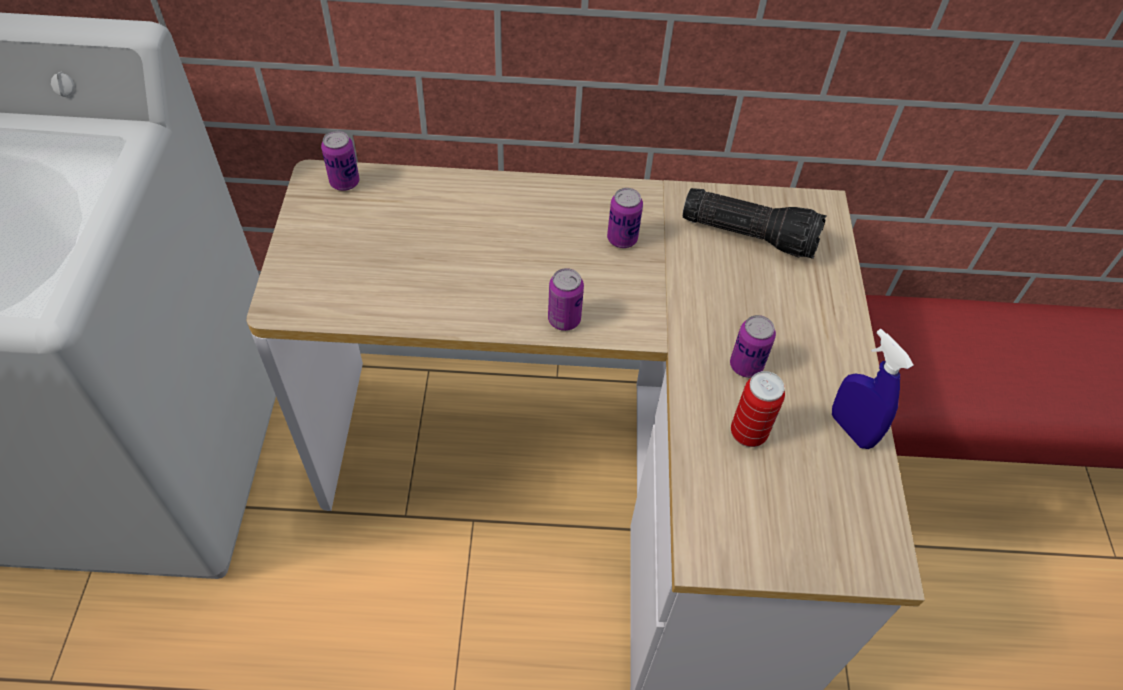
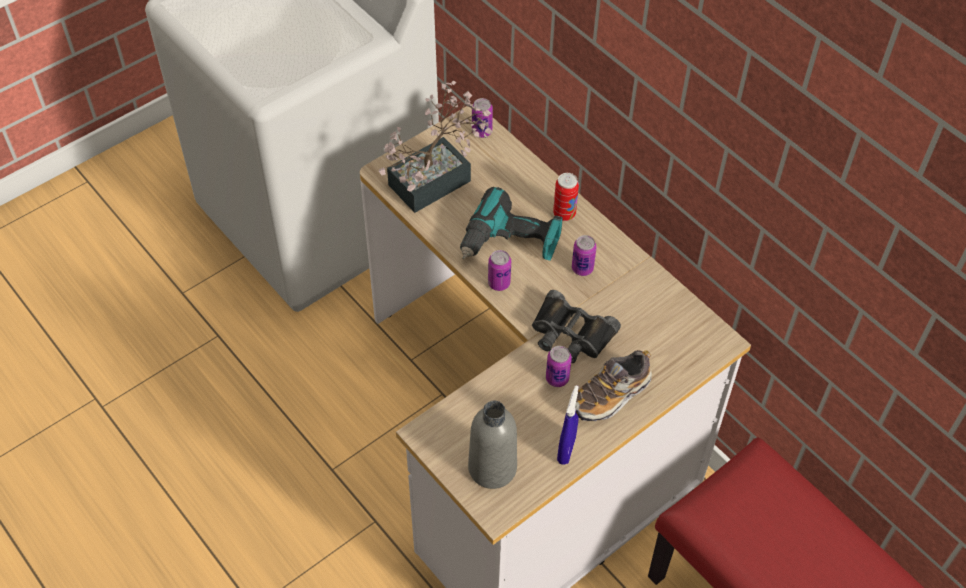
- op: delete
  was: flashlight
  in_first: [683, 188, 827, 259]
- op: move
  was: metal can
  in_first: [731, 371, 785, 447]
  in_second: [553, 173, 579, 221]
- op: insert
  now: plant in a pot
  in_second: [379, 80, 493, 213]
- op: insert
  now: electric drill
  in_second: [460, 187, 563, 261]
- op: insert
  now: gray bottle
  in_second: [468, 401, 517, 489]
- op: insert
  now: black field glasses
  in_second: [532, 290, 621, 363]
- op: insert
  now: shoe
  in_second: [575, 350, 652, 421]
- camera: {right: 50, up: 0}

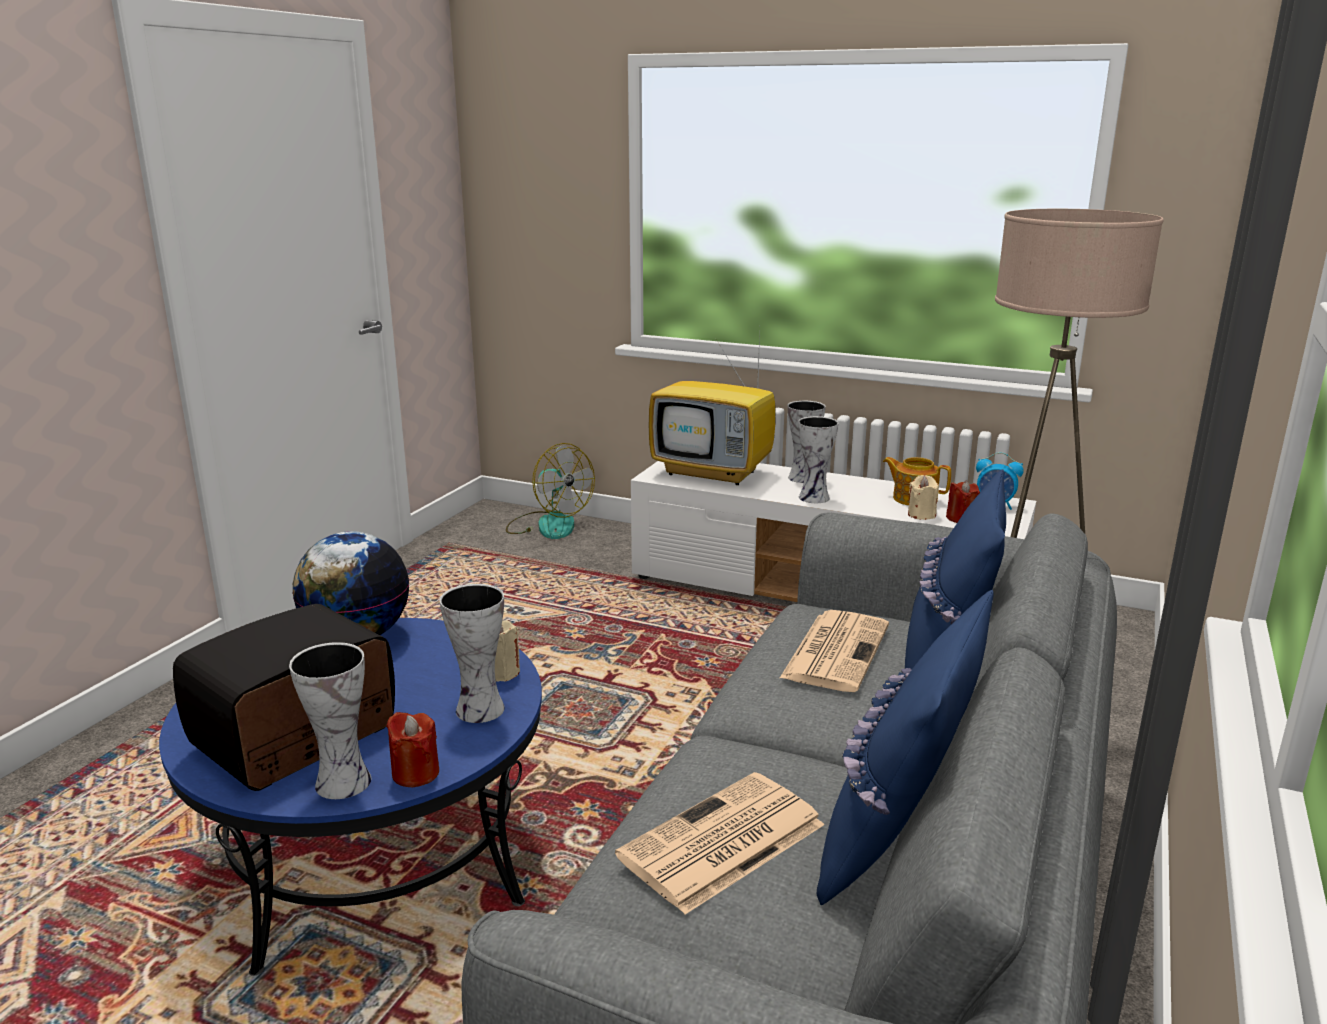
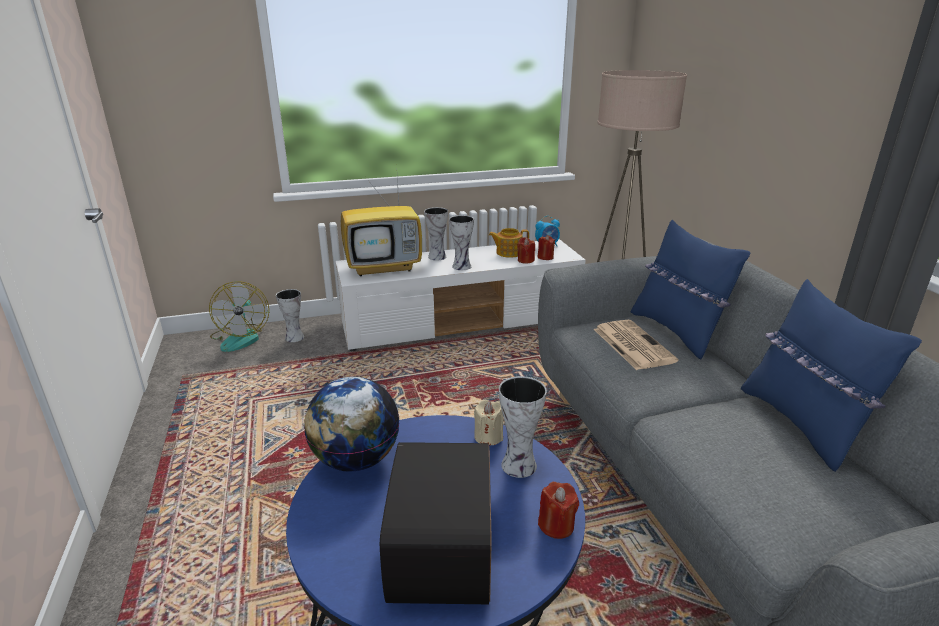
- op: move
  was: flower vase
  in_first: [289, 642, 371, 799]
  in_second: [276, 289, 304, 342]
- op: rotate
  was: electric fan
  in_first: [506, 443, 595, 539]
  in_second: [209, 281, 269, 352]
  clockwise: 75
- op: delete
  was: printed paper
  in_first: [615, 772, 825, 914]
- op: recolor
  was: beige-coloured wax candle
  now: red wax candle
  in_first: [908, 475, 939, 520]
  in_second: [517, 237, 535, 264]
- camera: {right: -40, up: 5}

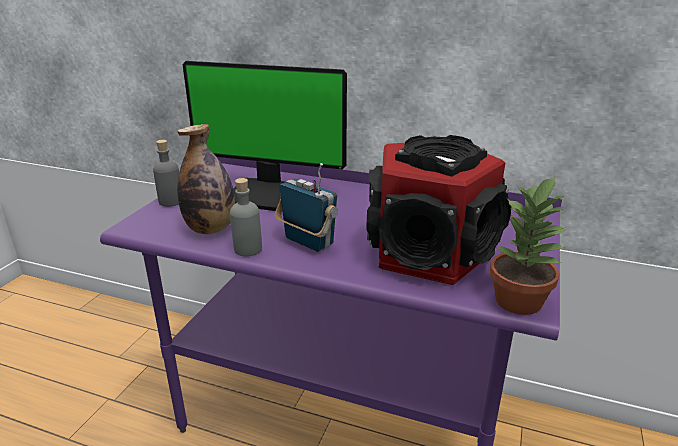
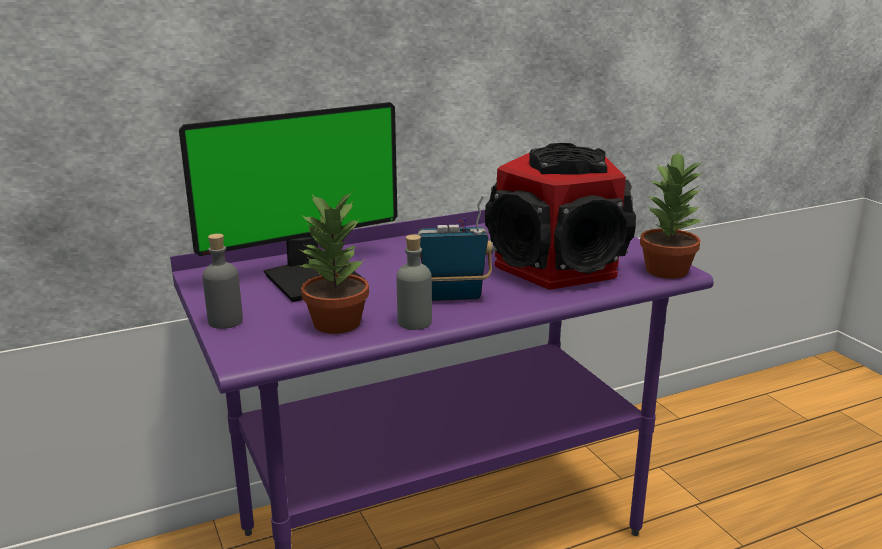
- op: replace
  was: bottle
  now: plant in a pot
  in_first: [177, 124, 235, 234]
  in_second: [298, 192, 369, 334]
- camera: {right: -45, up: -5}

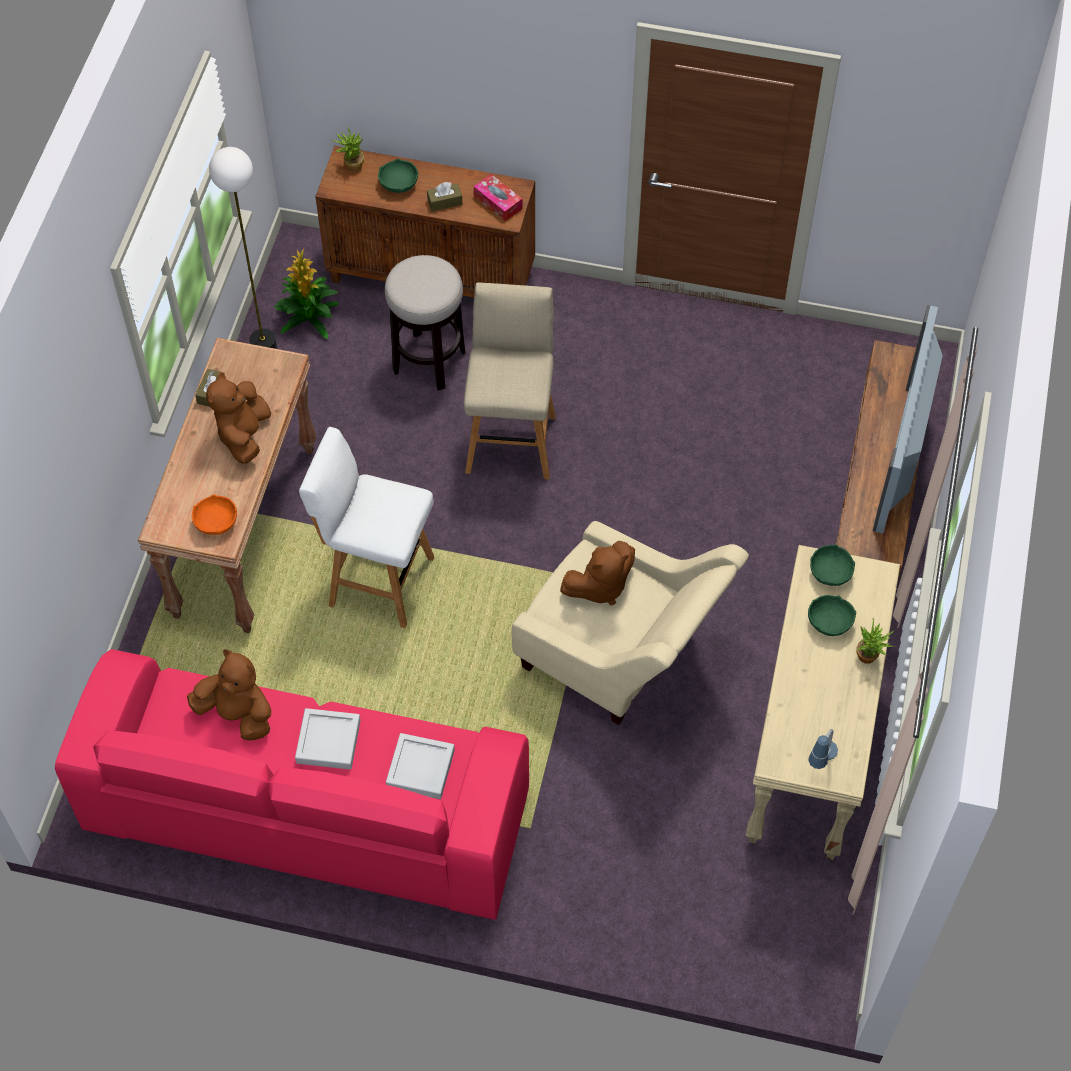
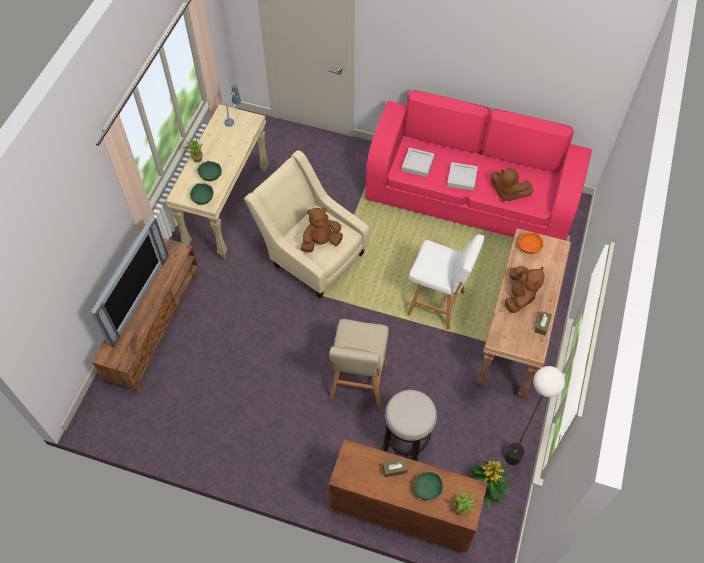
- op: delete
  was: tissue box
  in_first: [474, 174, 522, 222]
- camera: {right: -175, up: 0}

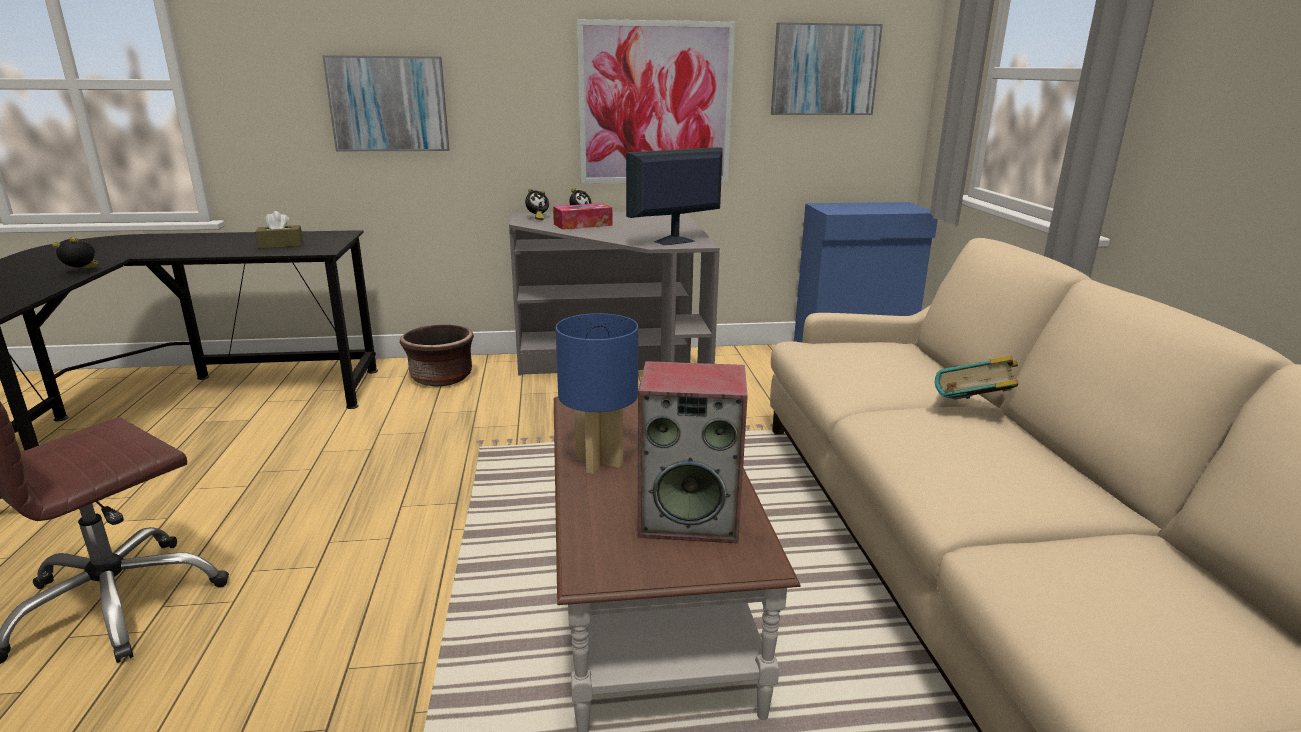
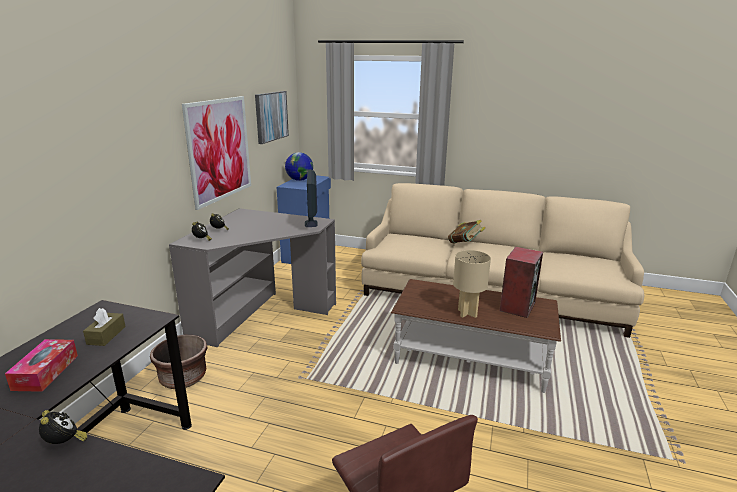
- op: rotate
  was: alarm clock
  in_first: [52, 237, 99, 268]
  in_second: [39, 410, 87, 444]
  clockwise: 135
- op: delete
  was: wall art
  in_first: [322, 55, 449, 151]
- op: move
  was: tissue box
  in_first: [553, 203, 613, 230]
  in_second: [5, 339, 78, 392]
- op: recolor
  was: bluish lamp for a table
  now: beige-coloured lamp for a table
  in_first: [555, 313, 638, 474]
  in_second: [453, 250, 491, 318]
- op: insert
  now: world globe
  in_second: [285, 152, 313, 181]
- camera: {right: -65, up: 0}

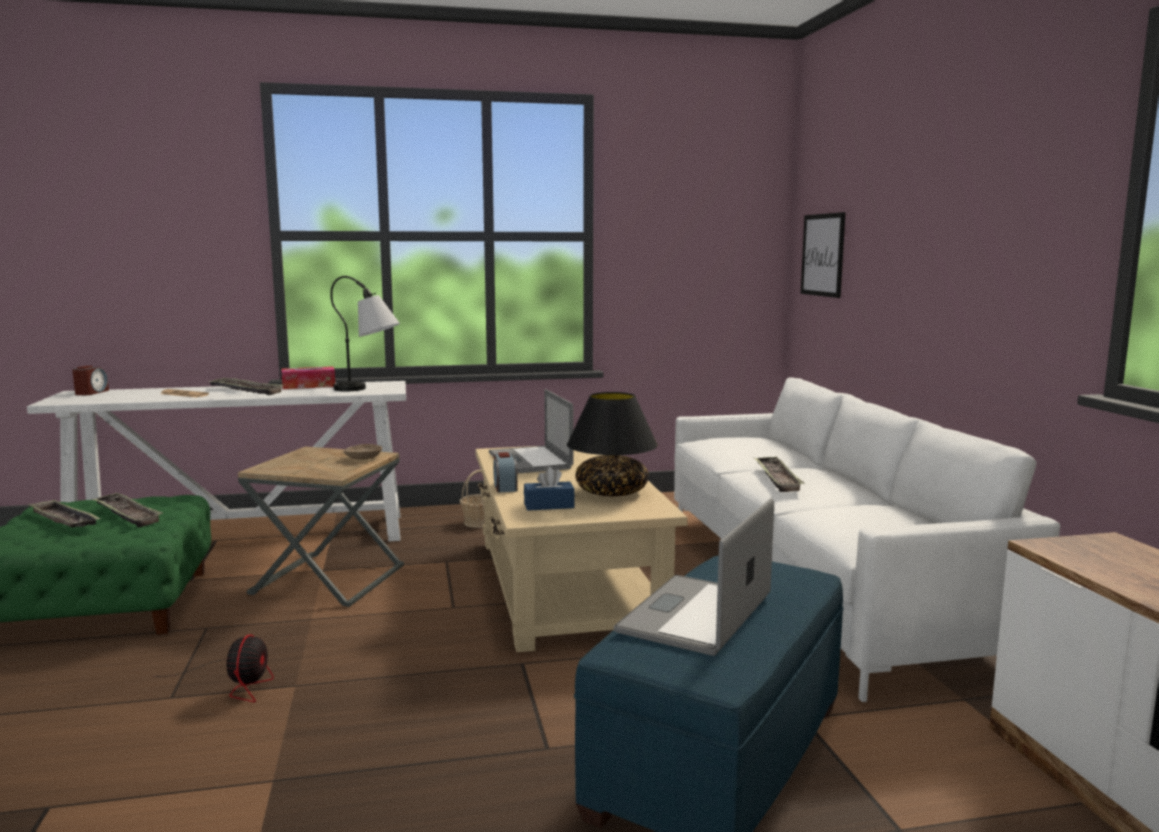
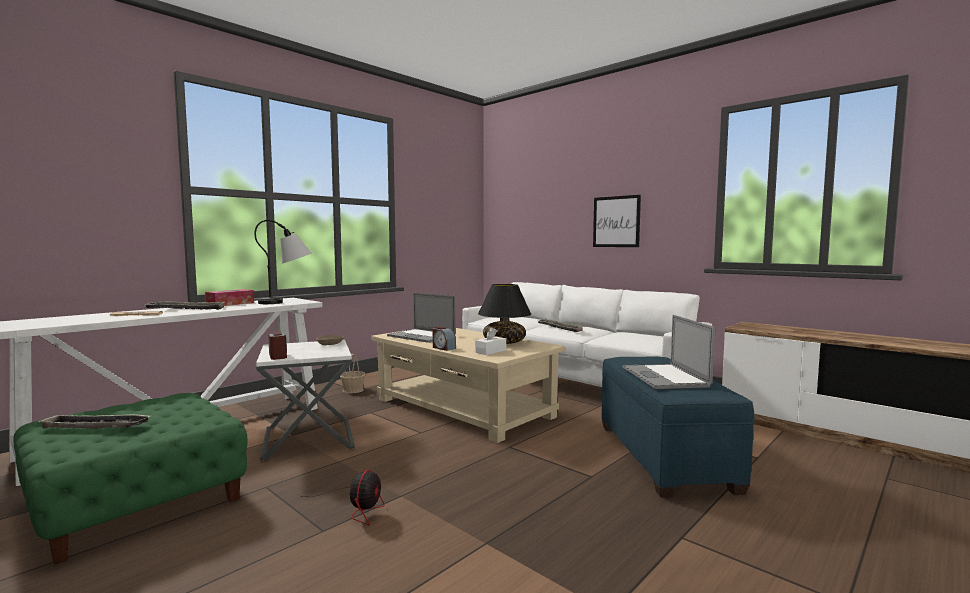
- op: move
  was: alarm clock
  in_first: [72, 366, 109, 395]
  in_second: [269, 332, 287, 360]
- op: delete
  was: carrying tray
  in_first: [92, 493, 163, 527]
- op: rotate
  was: electric fan
  in_first: [153, 634, 274, 703]
  in_second: [303, 470, 385, 525]
  clockwise: 45
- op: recolor
  was: brown end table
  now: white end table
  in_first: [238, 447, 404, 607]
  in_second: [256, 340, 355, 461]
- op: recolor
  was: bluish tissue box
  now: white tissue box
  in_first: [524, 467, 575, 511]
  in_second: [475, 327, 506, 355]
- op: move
  was: wall art
  in_first: [801, 212, 846, 298]
  in_second: [593, 195, 641, 247]
- camera: {right: -35, up: -5}

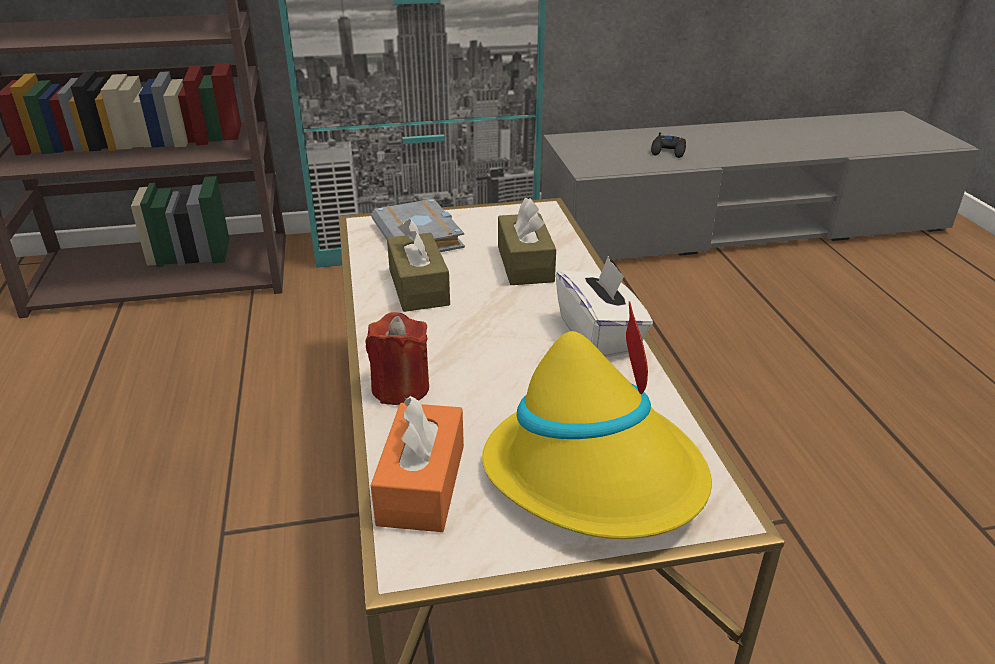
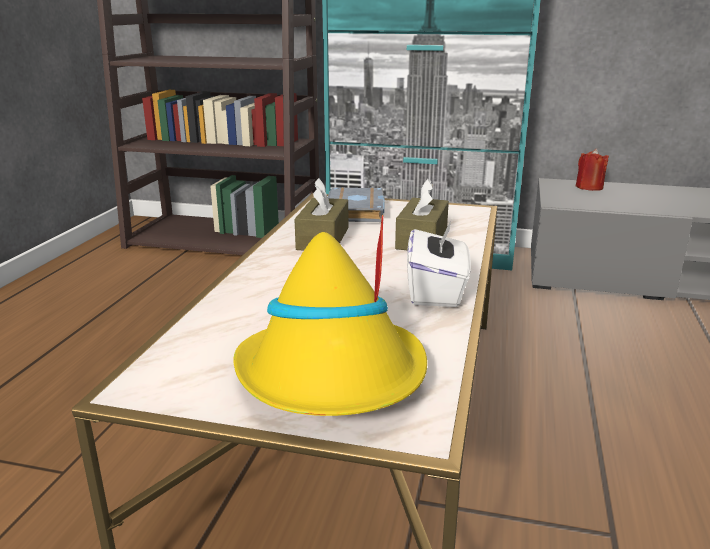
- op: move
  was: red wax candle
  in_first: [365, 312, 429, 405]
  in_second: [576, 149, 609, 191]
- op: delete
  was: orangey tissue box
  in_first: [371, 396, 464, 532]
- op: delete
  was: black gamepad
  in_first: [651, 132, 686, 158]
- camera: {right: 25, up: -10}

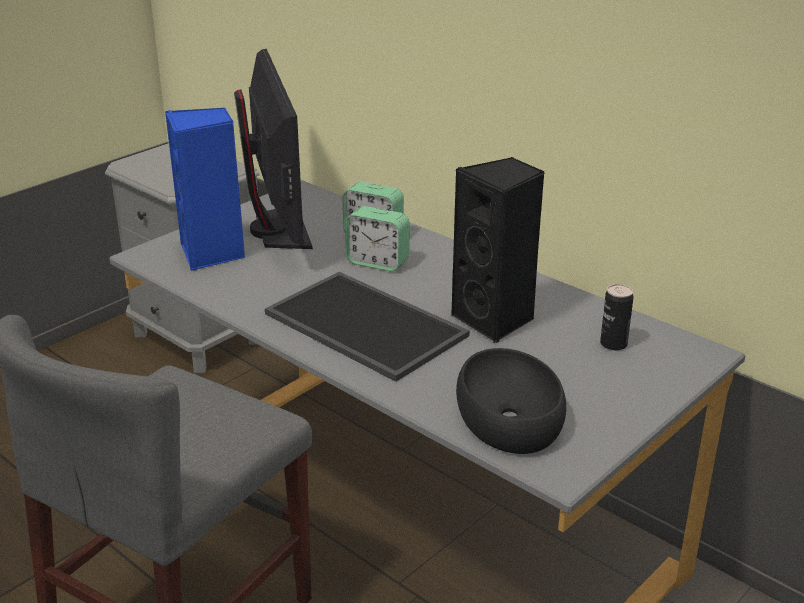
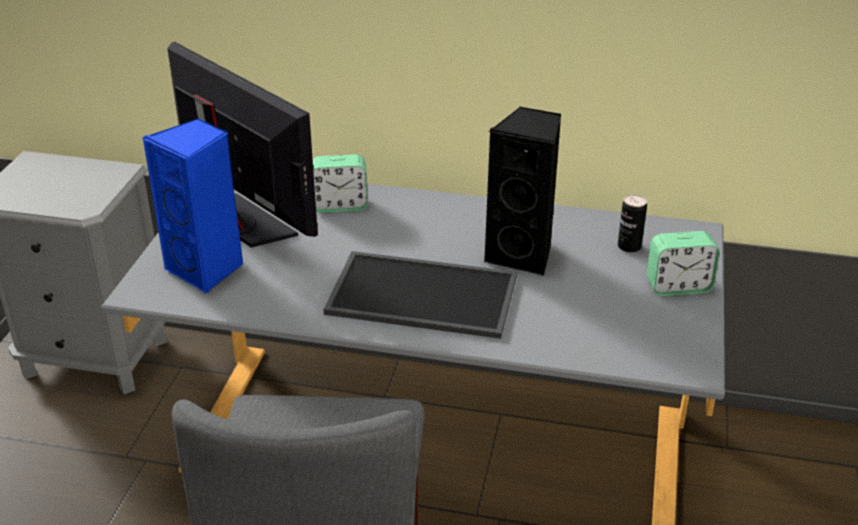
- op: move
  was: alarm clock
  in_first: [346, 206, 410, 271]
  in_second: [647, 231, 720, 296]
- op: delete
  was: black bowl
  in_first: [456, 348, 566, 454]
- camera: {right: -30, up: 5}

